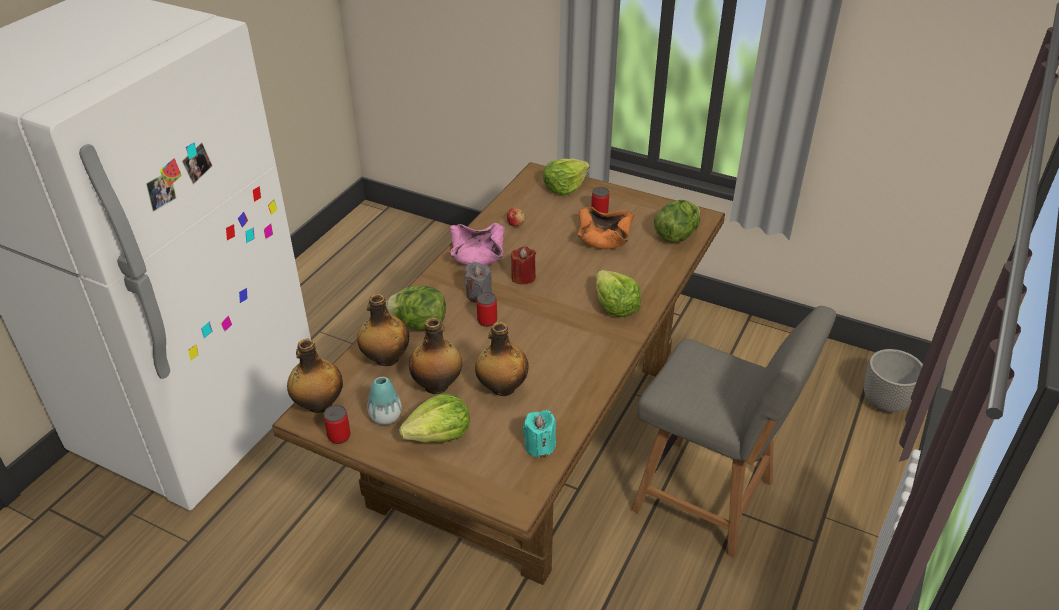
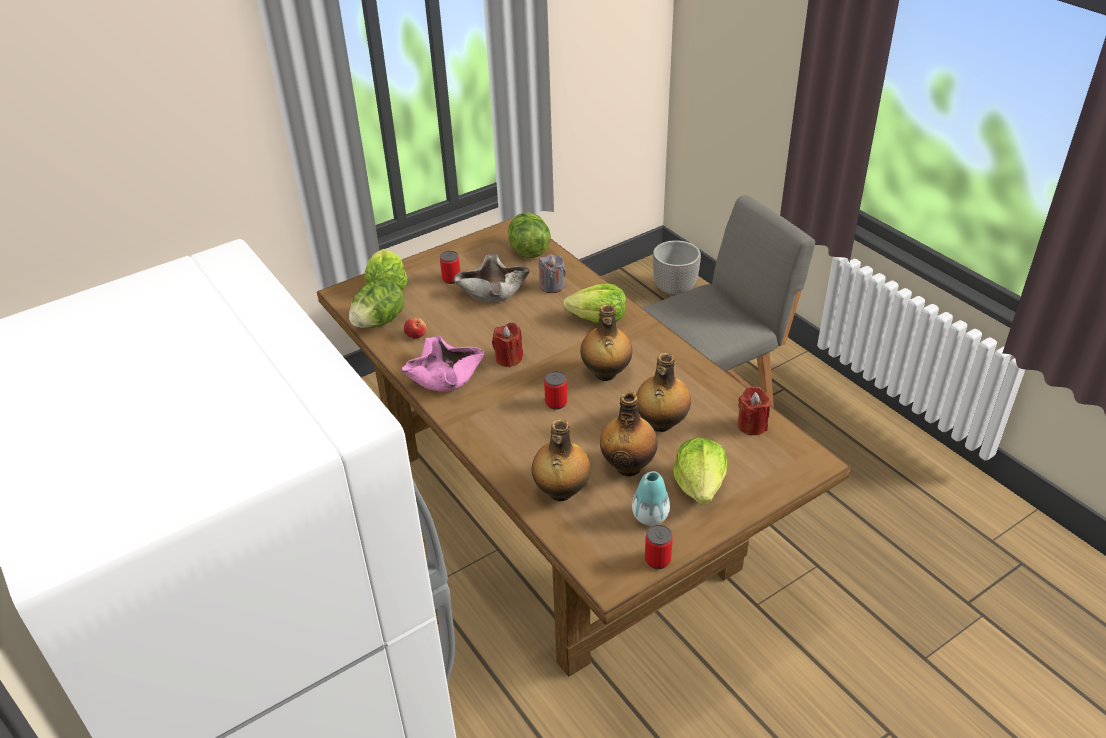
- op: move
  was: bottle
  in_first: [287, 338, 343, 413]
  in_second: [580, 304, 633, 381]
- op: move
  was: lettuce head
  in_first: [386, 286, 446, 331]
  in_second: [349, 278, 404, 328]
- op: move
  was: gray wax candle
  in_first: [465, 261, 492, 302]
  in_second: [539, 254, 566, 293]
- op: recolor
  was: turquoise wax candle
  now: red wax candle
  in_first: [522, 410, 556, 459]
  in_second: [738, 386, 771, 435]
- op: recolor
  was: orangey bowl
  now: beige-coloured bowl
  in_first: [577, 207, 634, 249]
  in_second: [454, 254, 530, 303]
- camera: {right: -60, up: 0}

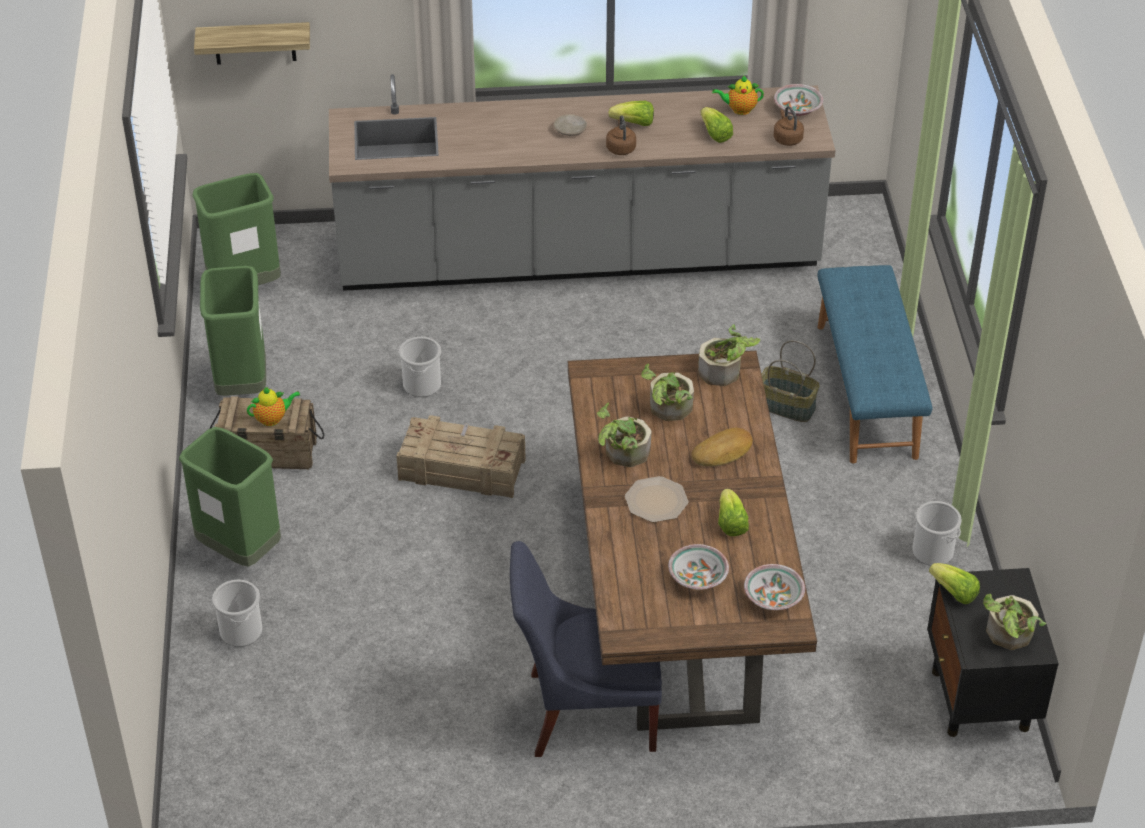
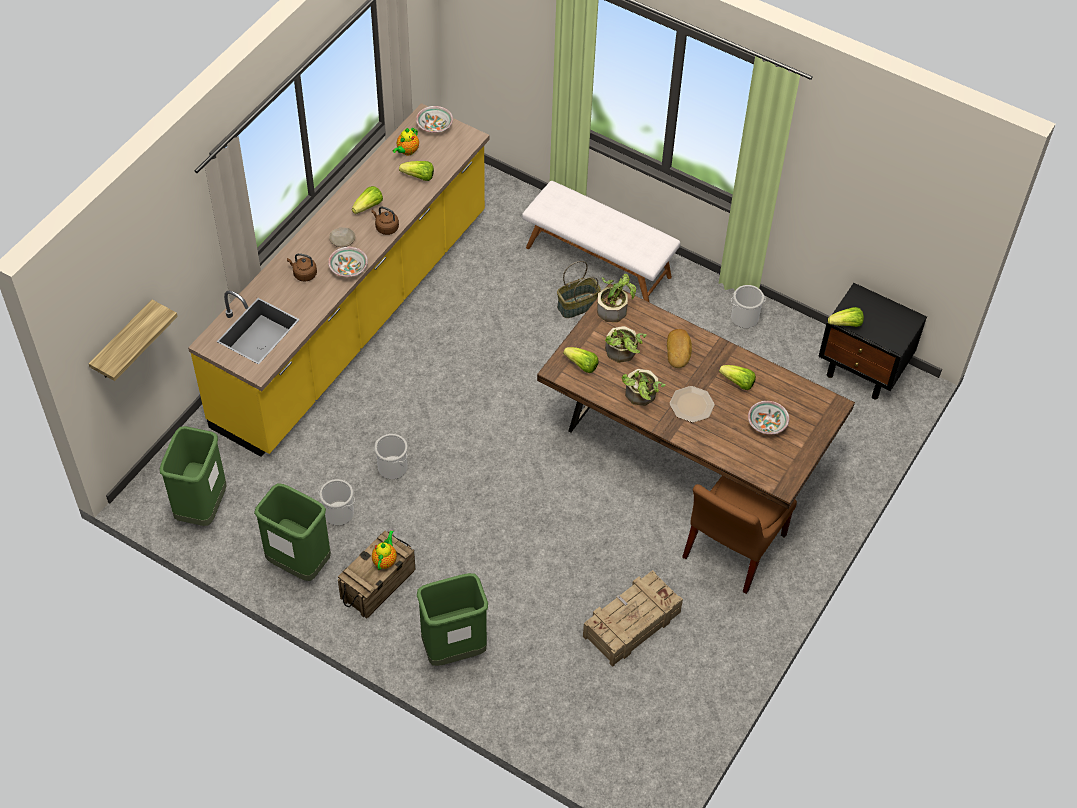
- op: move
  was: bucket
  in_first: [212, 580, 262, 647]
  in_second: [319, 479, 355, 525]
- op: recolor
  was: gray kitchen base unit
  now: yellowish kitchen base unit
  in_first: [329, 74, 835, 291]
  in_second: [188, 103, 490, 457]
- op: move
  was: crate
  in_first: [397, 415, 526, 498]
  in_second: [583, 571, 683, 667]
- op: recolor
  was: bluish plain chair
  now: brown plain chair
  in_first: [510, 541, 662, 757]
  in_second: [682, 476, 797, 594]
- op: move
  was: bowl
  in_first: [744, 564, 805, 610]
  in_second: [328, 247, 368, 277]
- op: move
  was: brown tea kettle
  in_first: [774, 106, 804, 146]
  in_second: [287, 253, 317, 282]
- op: recolor
  was: bluish indoor bench
  now: white indoor bench
  in_first: [817, 265, 932, 463]
  in_second: [522, 181, 680, 303]
- op: delete
  was: plant in a pot
  in_first: [983, 594, 1046, 650]
- op: insert
  now: lettuce head
  in_second: [563, 347, 599, 373]
- camera: {right: -55, up: 10}

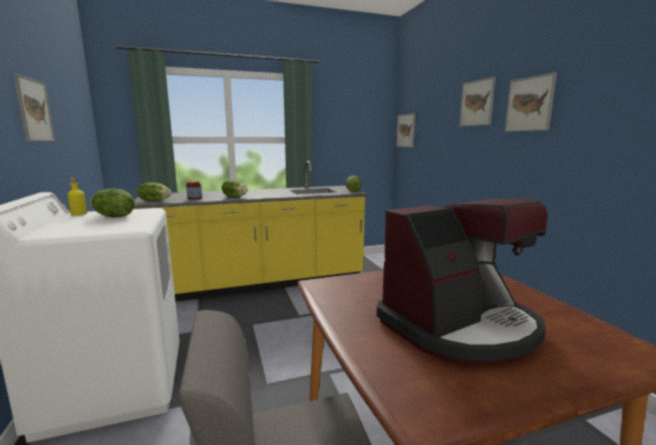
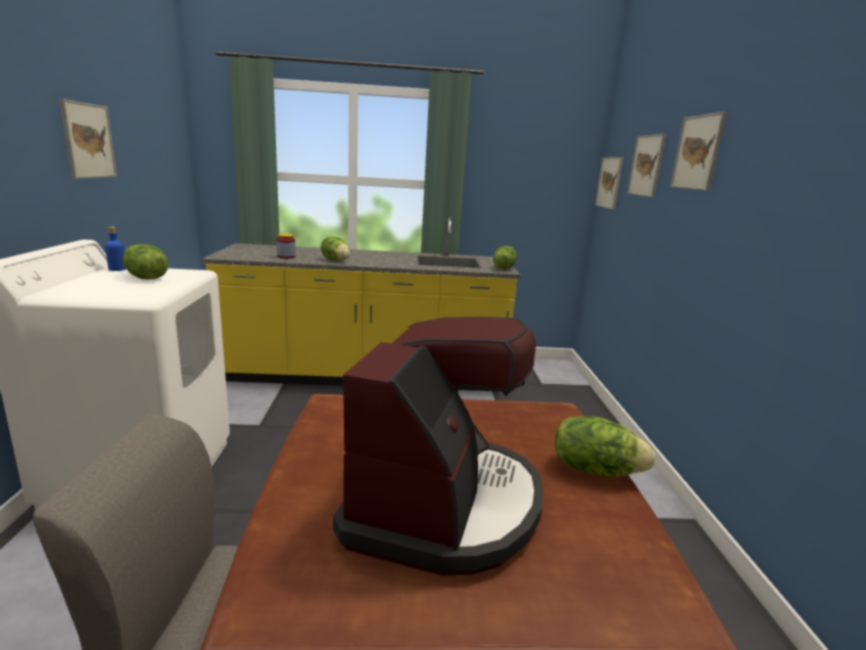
- op: recolor
  was: yellowish bottle
  now: bluish bottle
  in_first: [68, 178, 87, 216]
  in_second: [105, 227, 126, 271]
- op: move
  was: lettuce head
  in_first: [137, 182, 171, 201]
  in_second: [555, 416, 656, 477]
- op: rotate
  was: coffee maker
  in_first: [377, 199, 548, 365]
  in_second: [333, 317, 544, 576]
  clockwise: -60
- op: move
  was: wall art
  in_first: [505, 72, 557, 132]
  in_second: [627, 134, 666, 197]
- camera: {right: 15, up: 5}

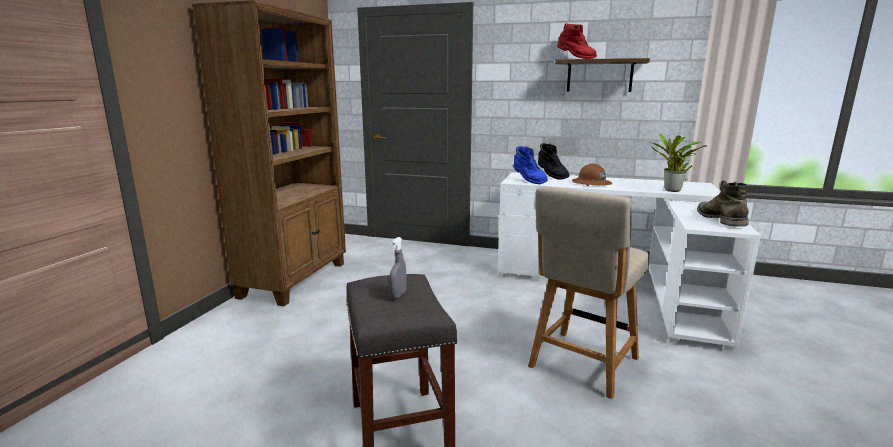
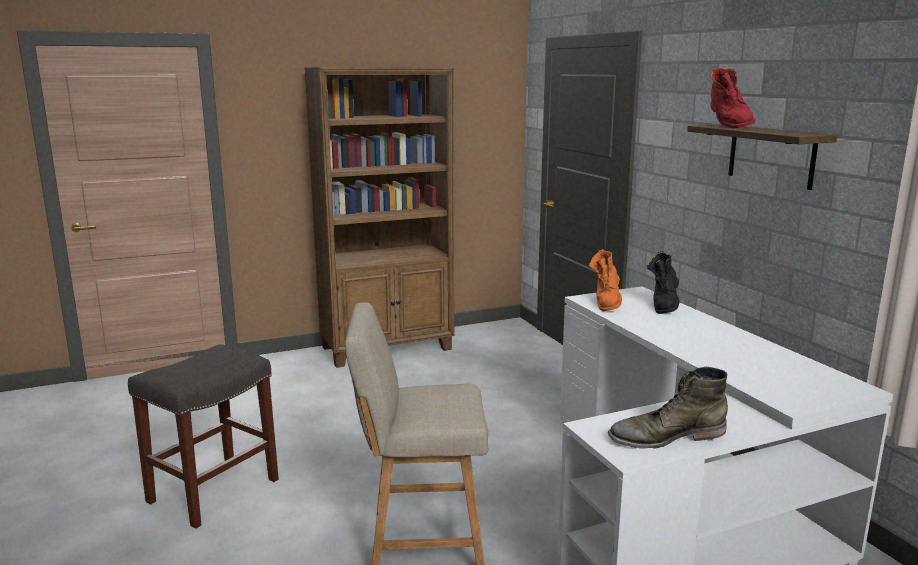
- op: delete
  was: gray spray bottle
  in_first: [389, 237, 407, 299]
- op: recolor
  was: bluish high-top boot
  now: orangey high-top boot
  in_first: [513, 146, 548, 184]
  in_second: [589, 249, 622, 311]
- op: delete
  was: brown work helmet
  in_first: [572, 164, 612, 186]
- op: delete
  was: plant in a pot
  in_first: [650, 133, 707, 192]
- op: rotate
  was: green-coloured high-top boot
  in_first: [697, 180, 749, 227]
  in_second: [608, 367, 728, 449]
  clockwise: -150
- camera: {right: 50, up: 0}

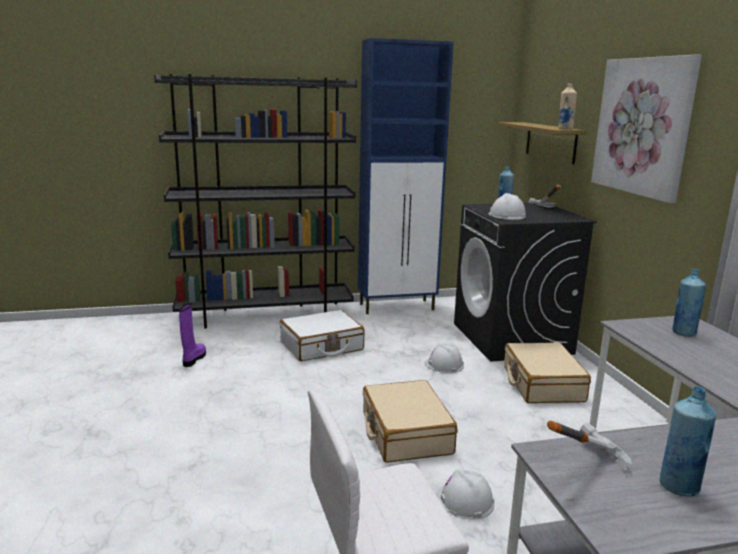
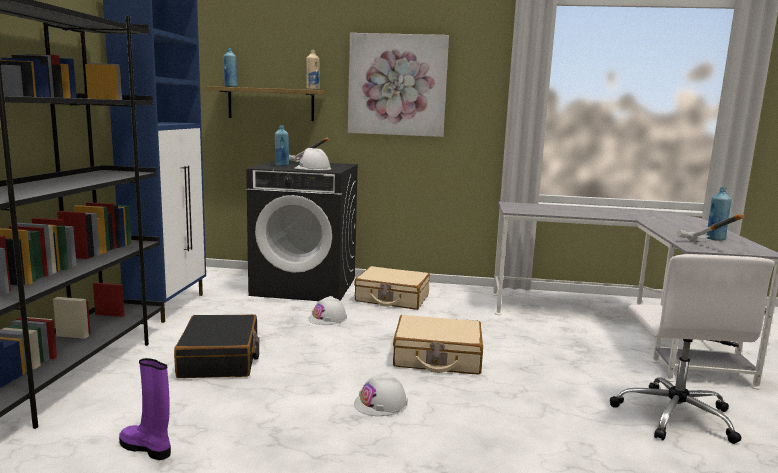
- op: recolor
  was: white travel case
  now: black travel case
  in_first: [280, 310, 364, 361]
  in_second: [174, 314, 259, 378]
- op: move
  was: white work helmet
  in_first: [436, 469, 494, 519]
  in_second: [354, 372, 408, 416]
- op: move
  was: bluish bottle
  in_first: [672, 269, 706, 337]
  in_second: [223, 48, 237, 87]
- camera: {right: -70, up: -5}

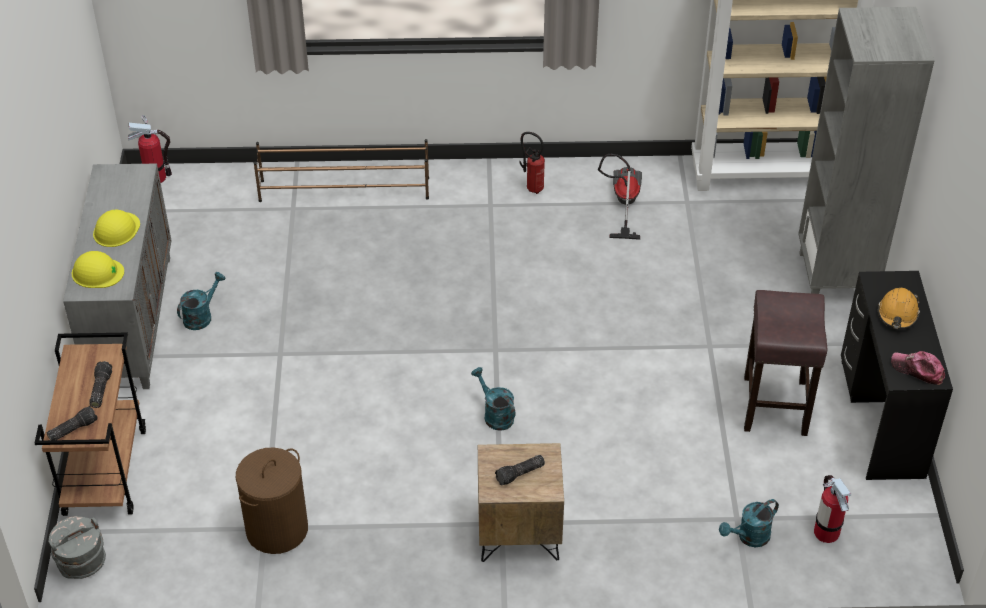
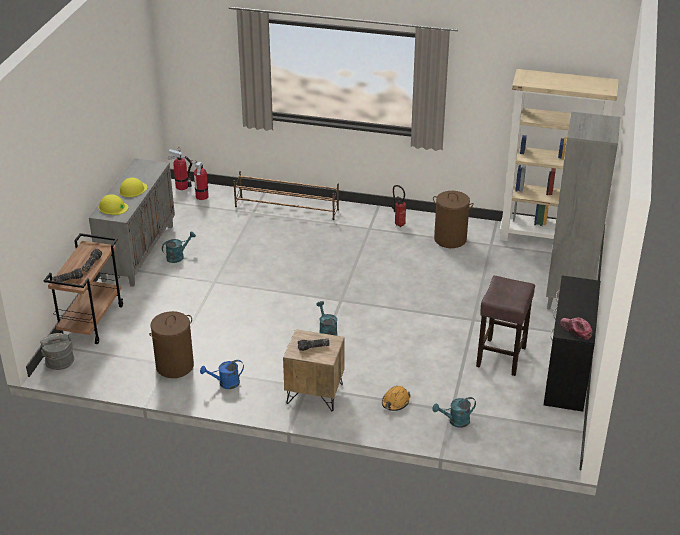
- op: replace
  was: vacuum
  now: brown hamper
  in_first: [598, 154, 642, 240]
  in_second: [433, 191, 474, 248]
- op: move
  was: fire-fighting cylinder
  in_first: [814, 475, 851, 543]
  in_second: [191, 160, 209, 200]
- op: move
  was: orangey work helmet
  in_first: [878, 288, 920, 329]
  in_second: [382, 386, 411, 411]
- op: insert
  now: bluish watering pot
  in_second: [200, 360, 244, 389]
- camera: {right: 15, up: -10}

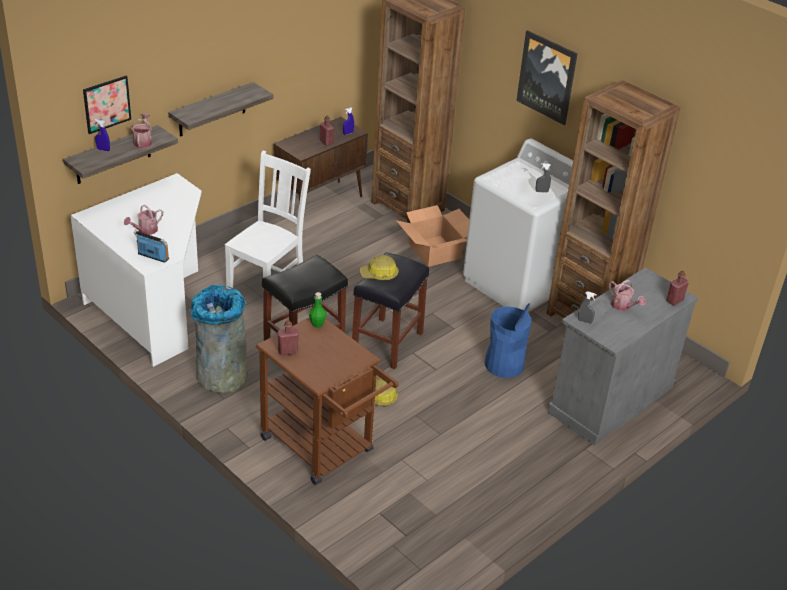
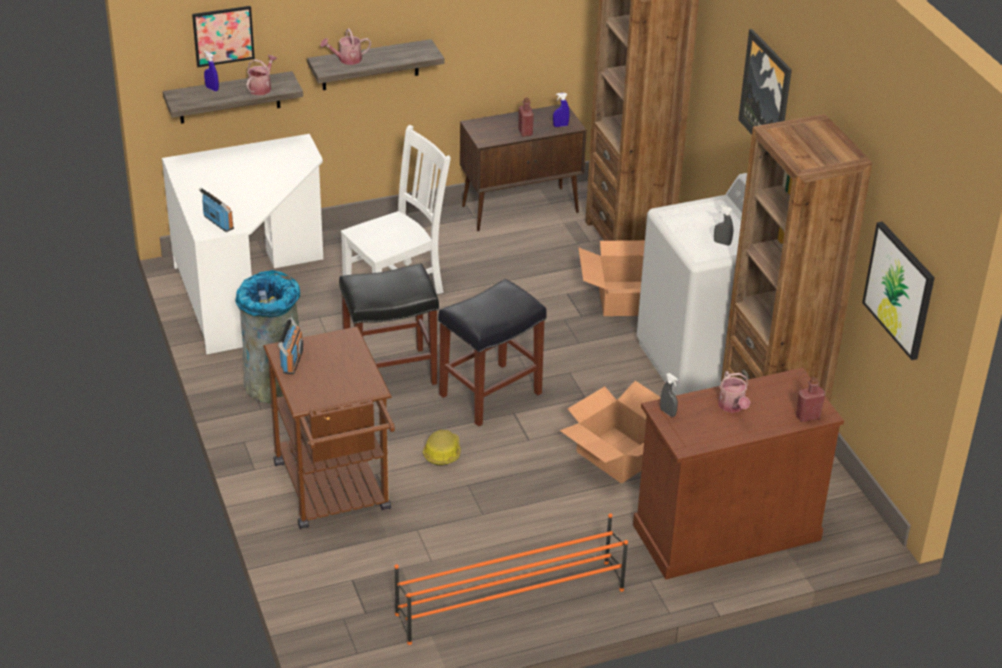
- op: move
  was: watering pot
  in_first: [124, 205, 163, 235]
  in_second: [320, 28, 371, 65]
- op: replace
  was: red bottle
  now: radio receiver
  in_first: [277, 320, 299, 356]
  in_second: [278, 317, 303, 374]
- op: delete
  was: green-coloured bottle
  in_first: [309, 292, 327, 328]
- op: delete
  was: work helmet
  in_first: [360, 255, 399, 280]
- op: replace
  was: bluish trash can
  now: carton
  in_first: [485, 303, 532, 378]
  in_second: [559, 381, 661, 484]
- op: recolor
  was: gray storage cabinet
  now: brown storage cabinet
  in_first: [547, 267, 698, 445]
  in_second: [633, 368, 844, 580]
- op: insert
  now: orangey shoe stand
  in_second: [395, 513, 628, 645]
- op: insert
  now: wall art
  in_second: [862, 221, 935, 360]
- camera: {right: 25, up: 0}

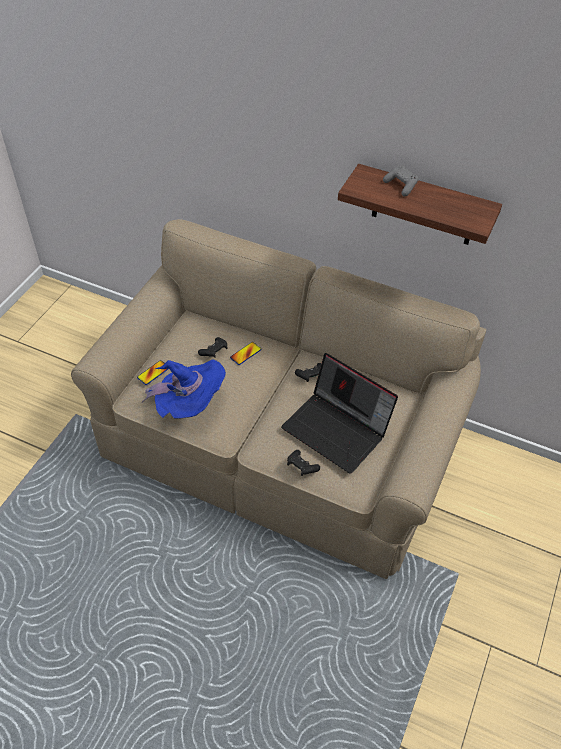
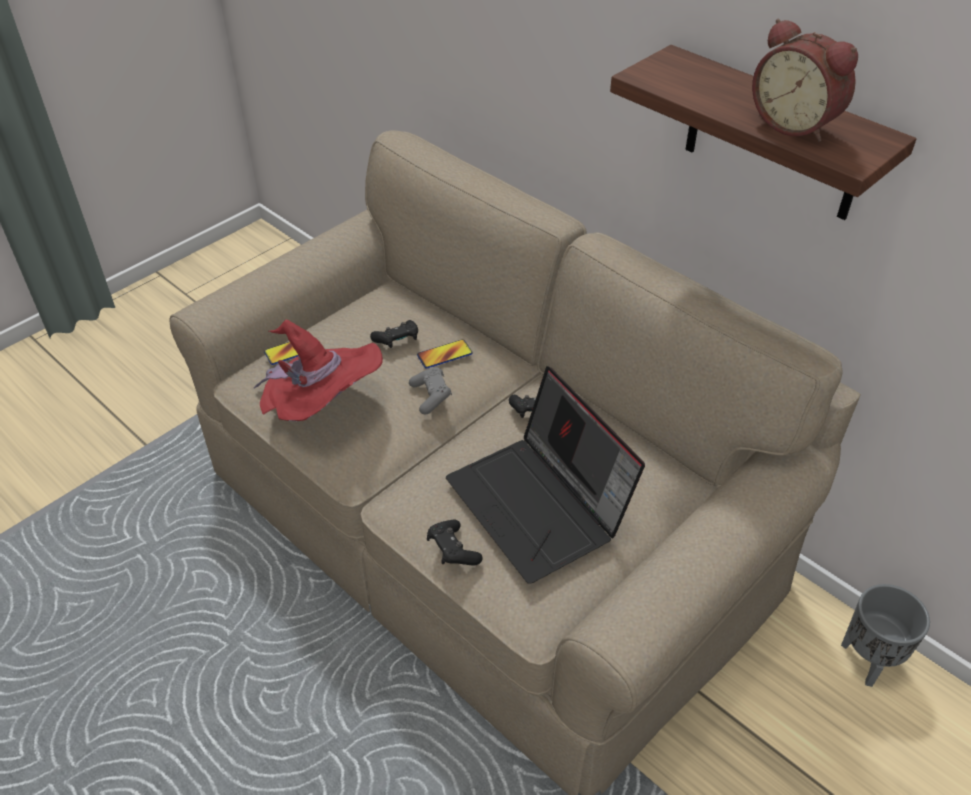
- op: recolor
  was: bluish clothing hat
  now: red clothing hat
  in_first: [142, 360, 226, 418]
  in_second: [254, 320, 383, 421]
- op: move
  was: gray gamepad
  in_first: [383, 165, 419, 197]
  in_second: [409, 367, 452, 414]
- op: insert
  now: alarm clock
  in_second: [752, 19, 858, 142]
- op: insert
  now: gray plant pot
  in_second: [841, 584, 930, 687]
- camera: {right: 20, up: -5}

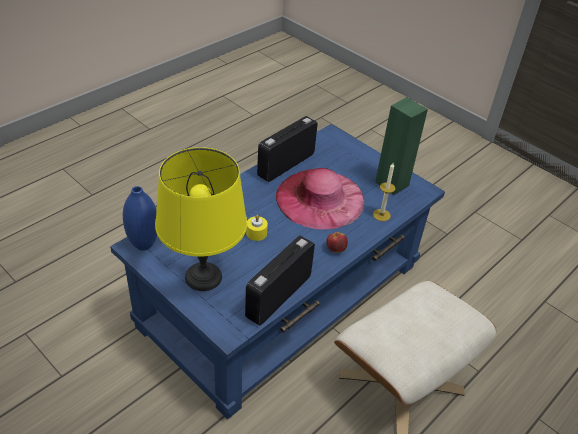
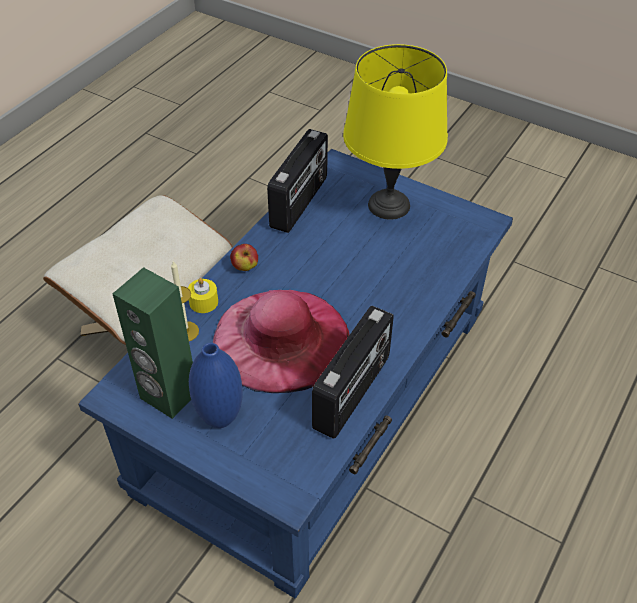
- op: move
  was: bluish flower vase
  in_first: [123, 186, 157, 251]
  in_second: [189, 343, 243, 428]
- op: move
  was: yellowish wax candle
  in_first: [246, 215, 268, 241]
  in_second: [188, 278, 218, 313]
- camera: {right: 170, up: 5}

